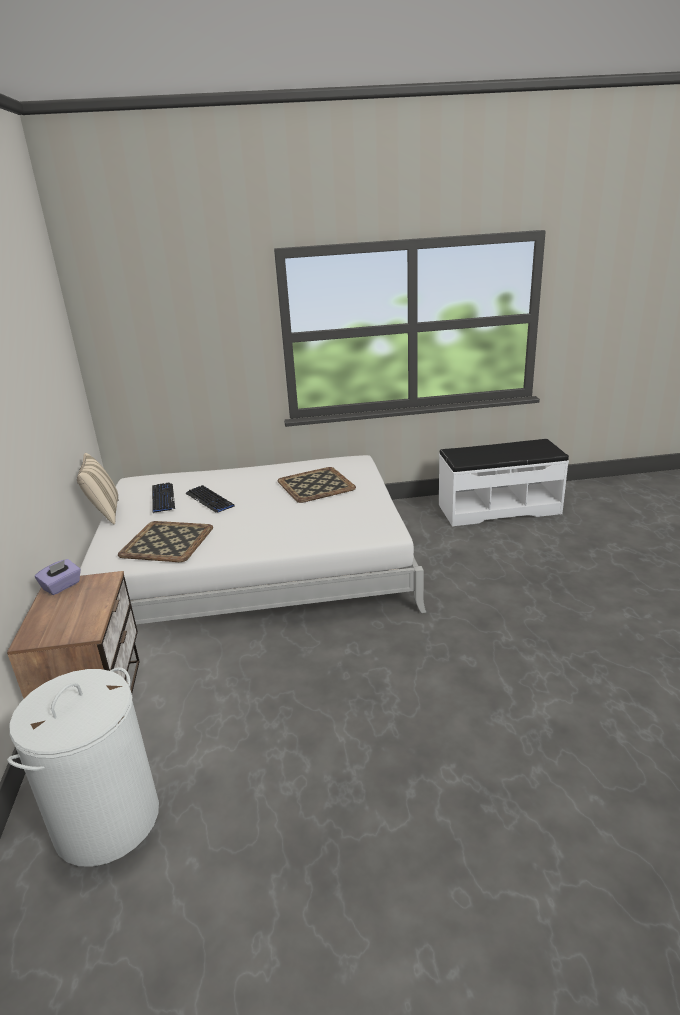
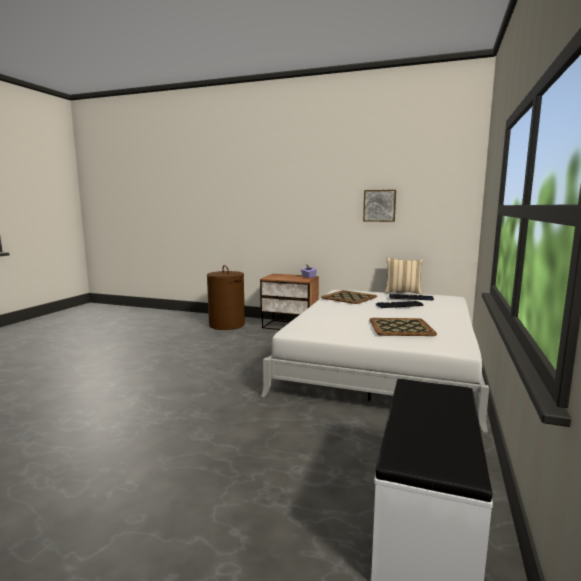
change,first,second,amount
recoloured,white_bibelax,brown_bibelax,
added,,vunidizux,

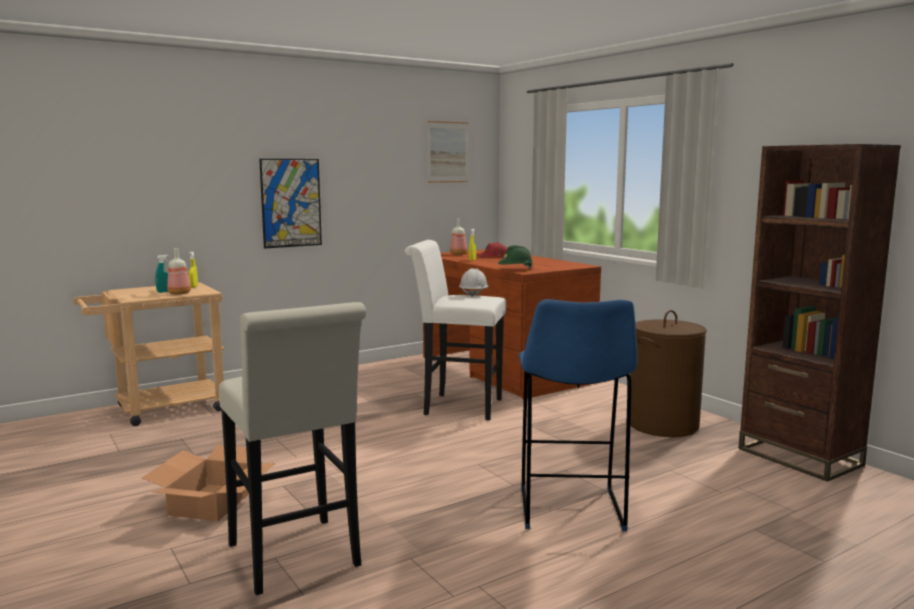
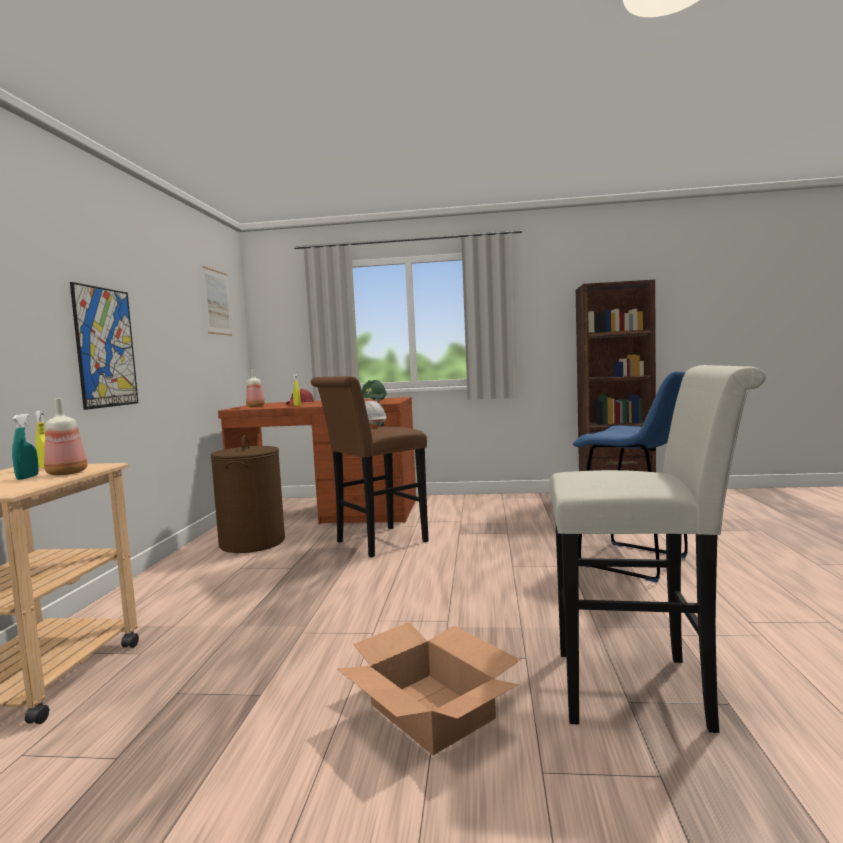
change,first,second,amount
recoloured,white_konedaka (2nd from left),brown_konedaka,
moved,brown_bibelax,,

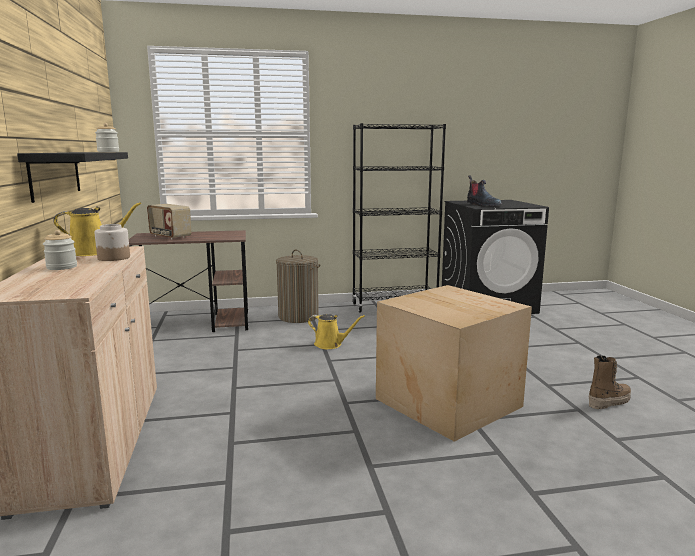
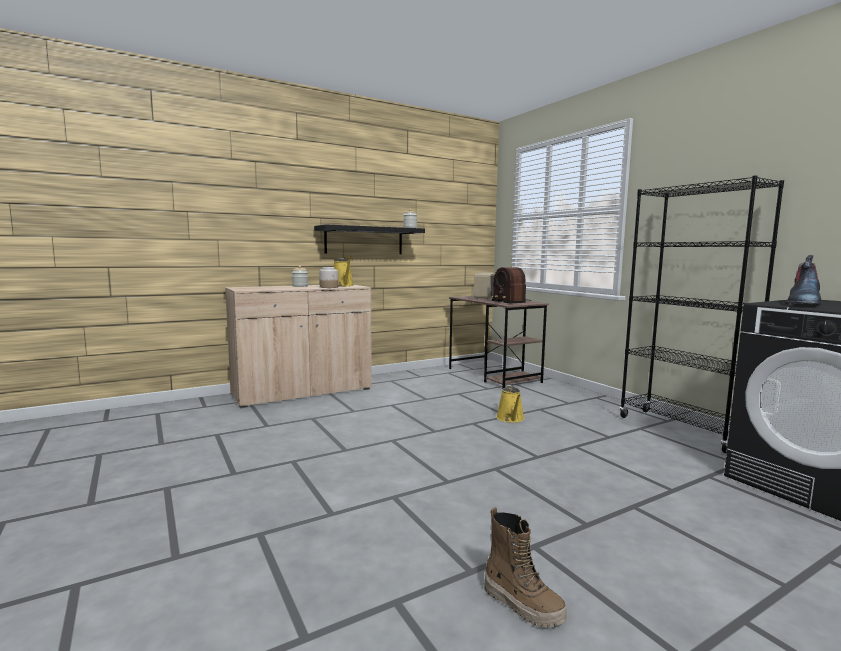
change,first,second,amount
removed,bibelax,,
removed,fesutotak,,
added,,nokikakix (2nd from left),

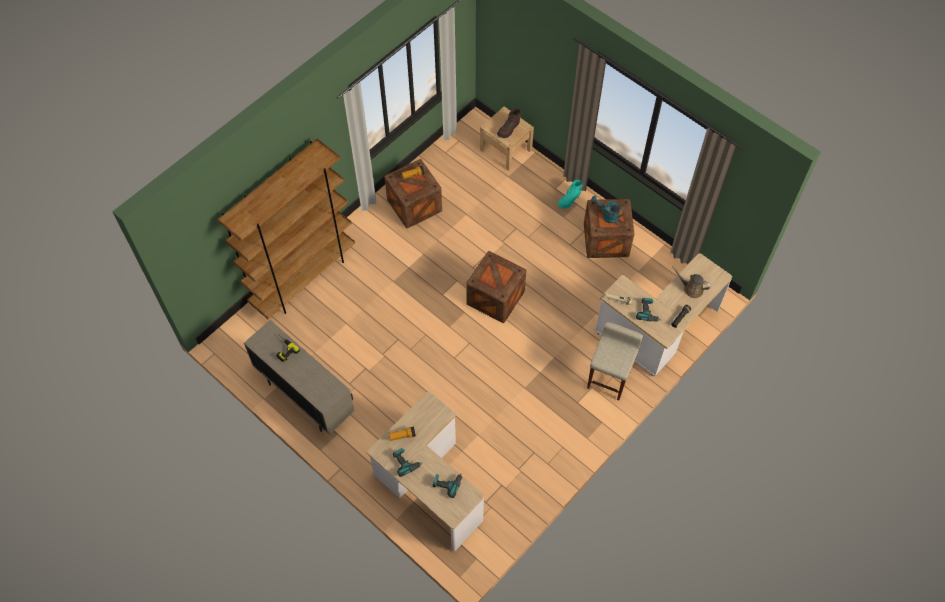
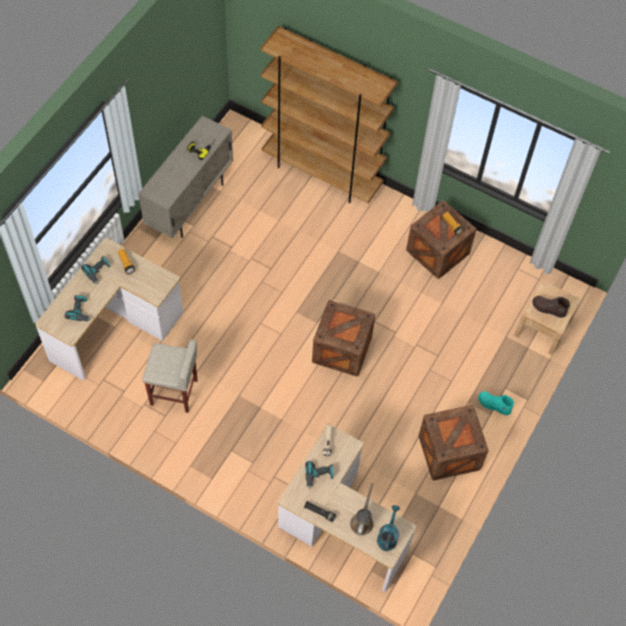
change,first,second,amount
moved,beige_konedaka,,
moved,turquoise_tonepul,,

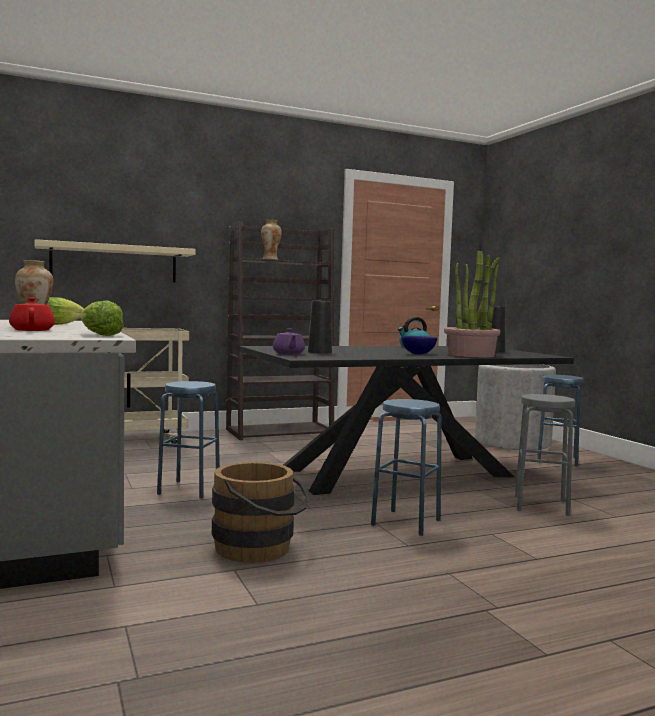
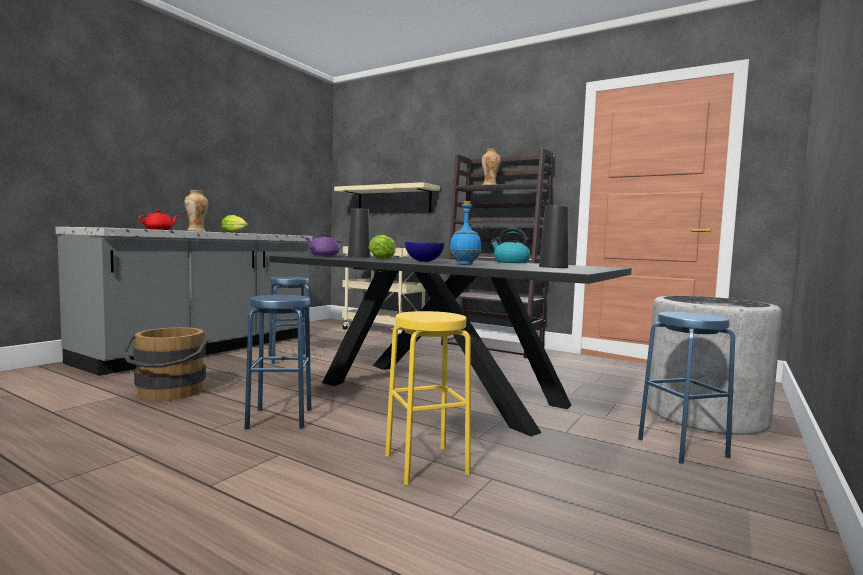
change,first,second,amount
moved,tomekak (2nd from left),,
replaced,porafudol,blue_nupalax,
recoloured,grey_konedaka,yellow_konedaka,

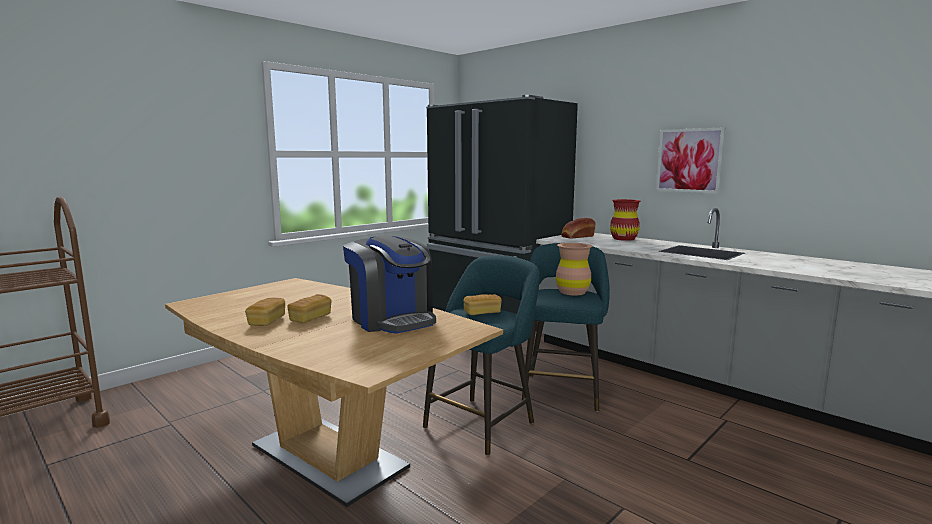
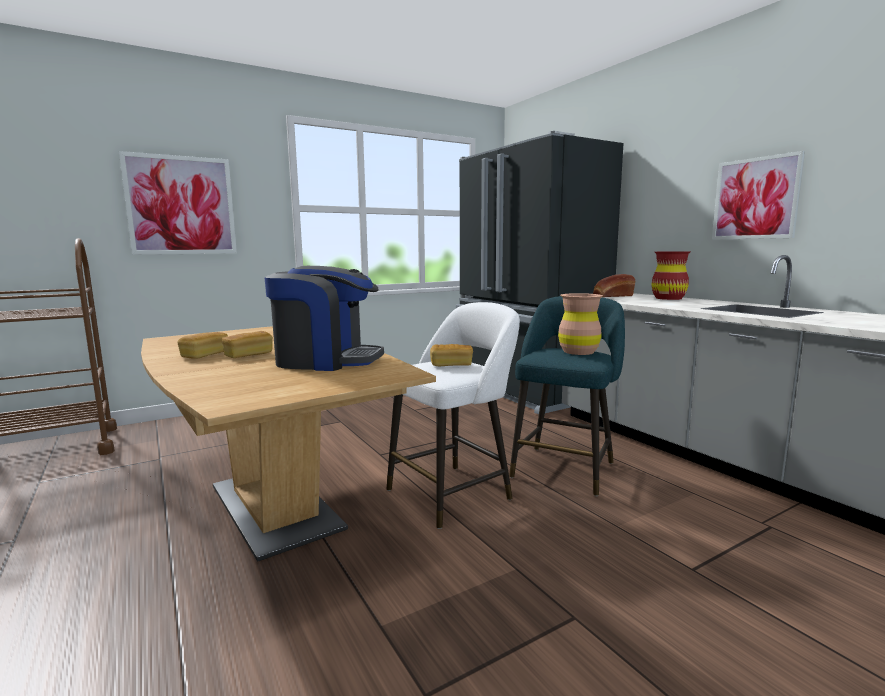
change,first,second,amount
turned,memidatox,,60 degrees counterclockwise
recoloured,turquoise_konedaka (1st from left),white_konedaka,
added,,vunidizux (1st from left),

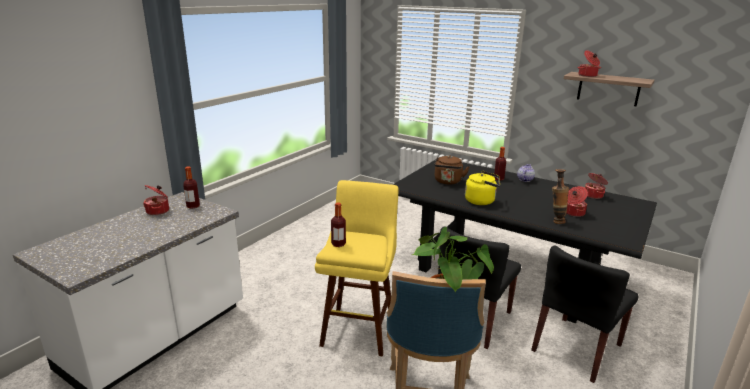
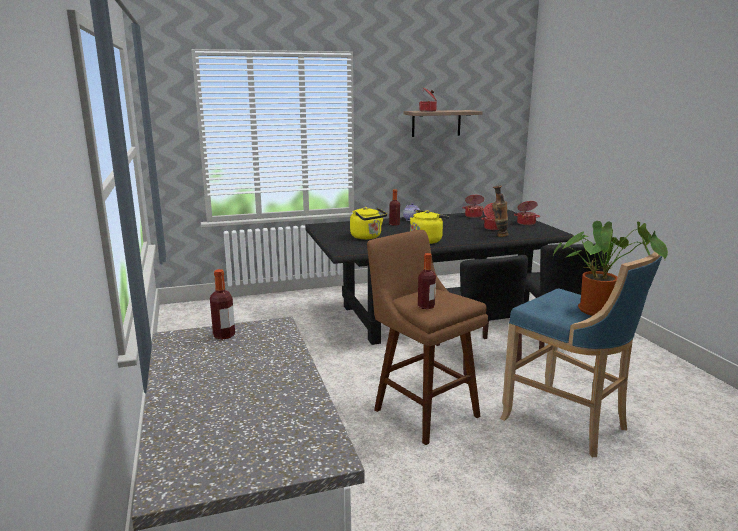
change,first,second,amount
moved,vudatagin (1st from left in the first image),vudatagin (4th from left),
recoloured,yellow_konedaka,brown_konedaka,
recoloured,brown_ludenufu,yellow_ludenufu (1st from left),

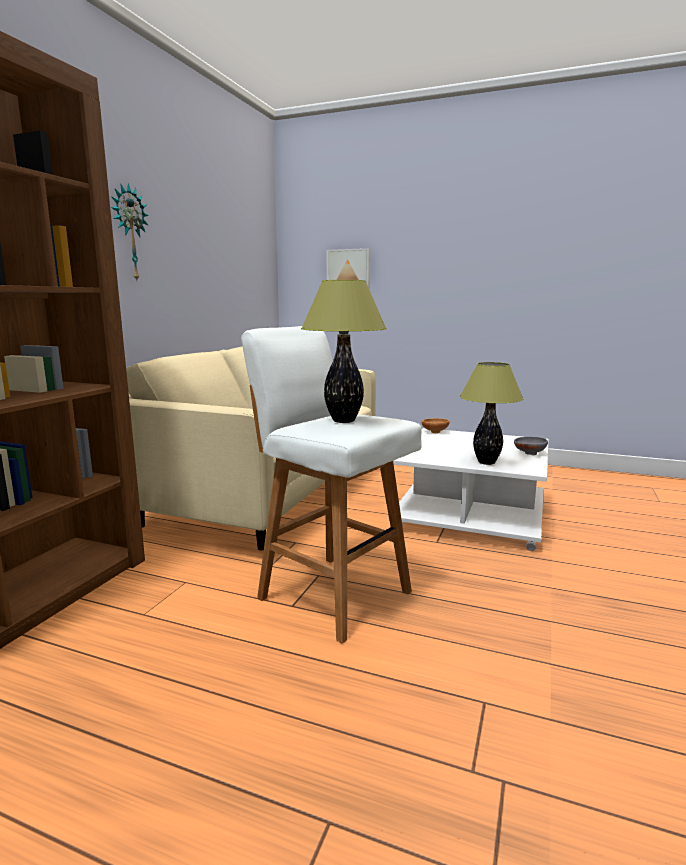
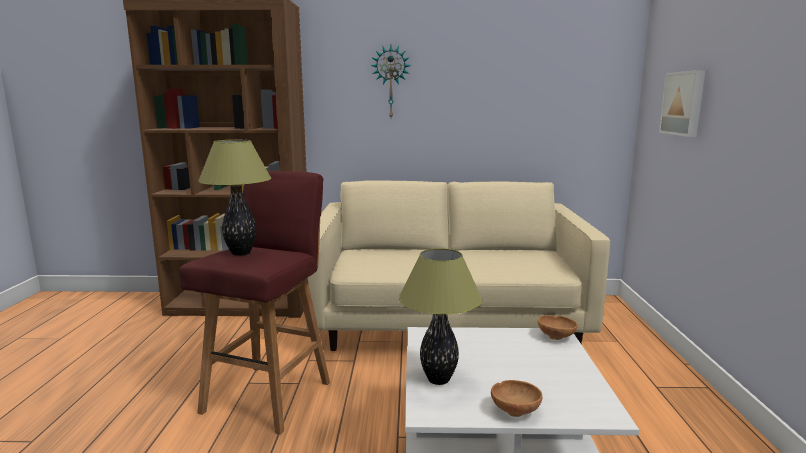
change,first,second,amount
recoloured,white_konedaka,red_konedaka,
recoloured,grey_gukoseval,brown_gukoseval (1st from left),

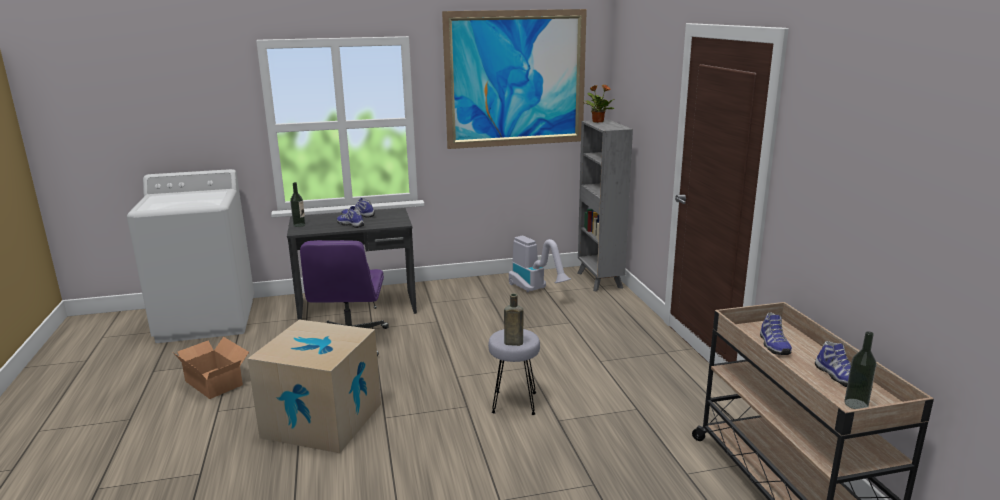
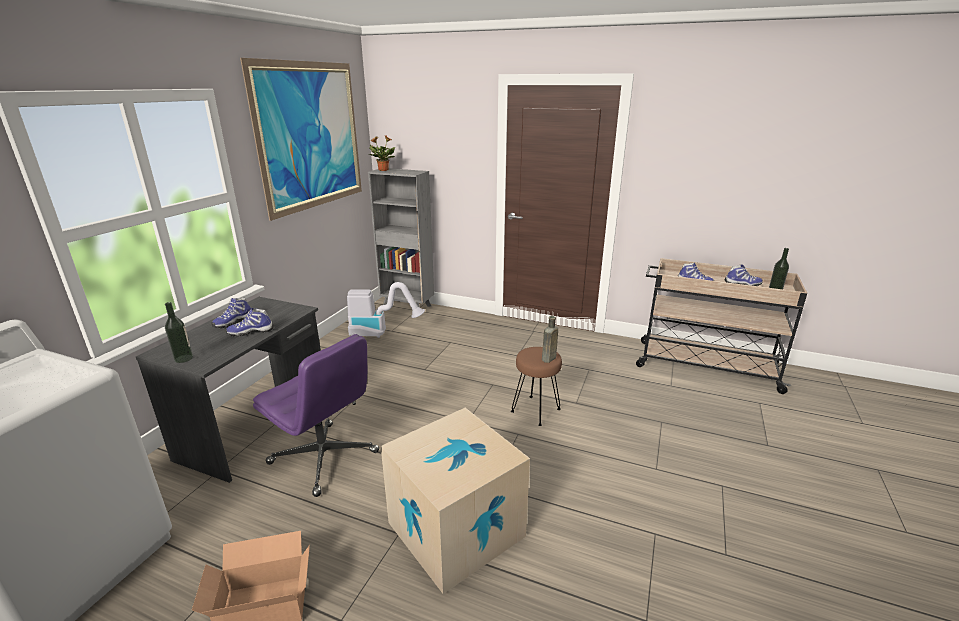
change,first,second,amount
recoloured,grey_konedaka,brown_konedaka,

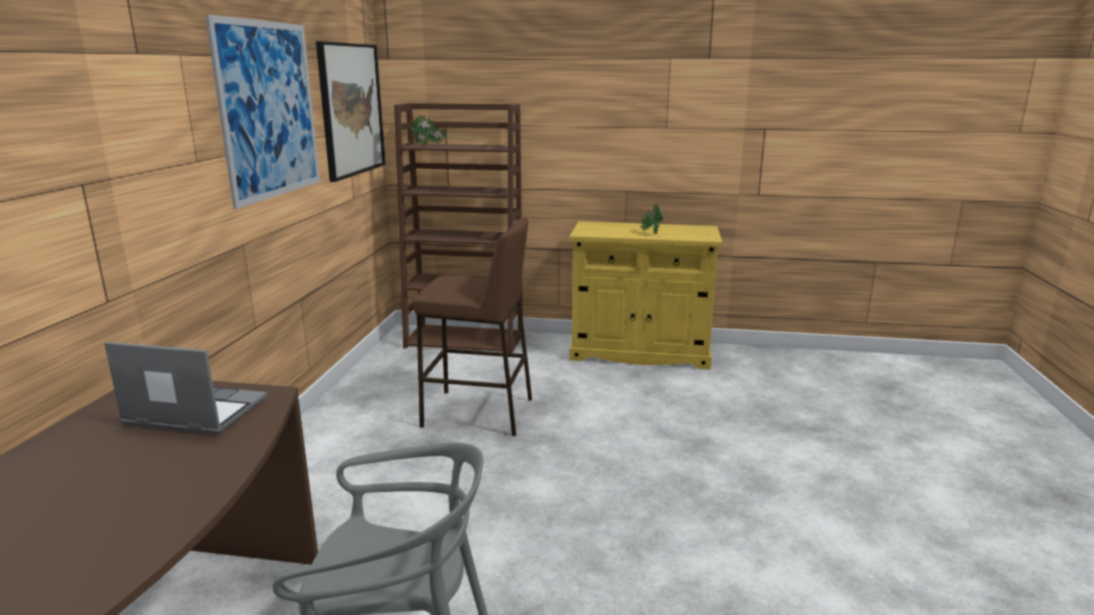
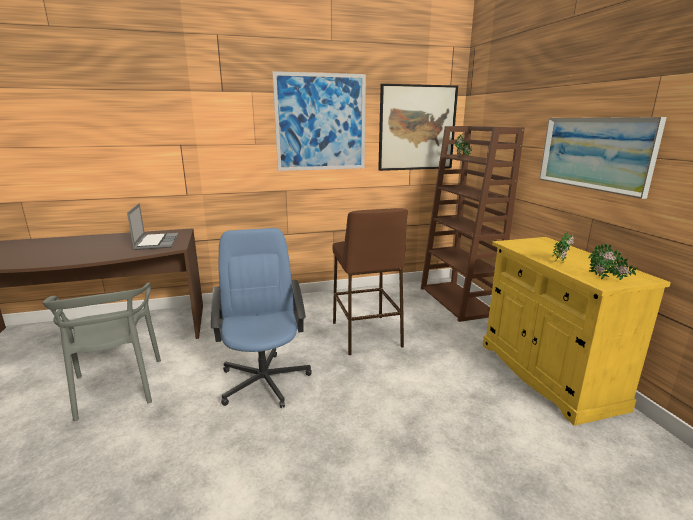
change,first,second,amount
added,,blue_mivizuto,
added,,vunidizux (3rd from left),
added,,porafudol (3rd from left),

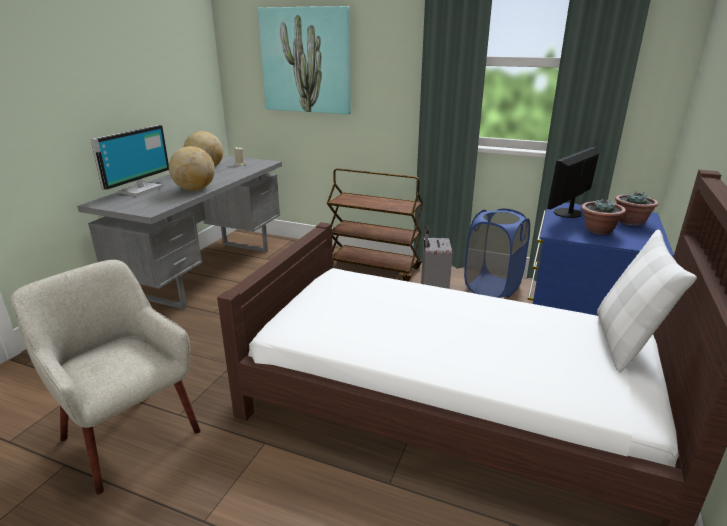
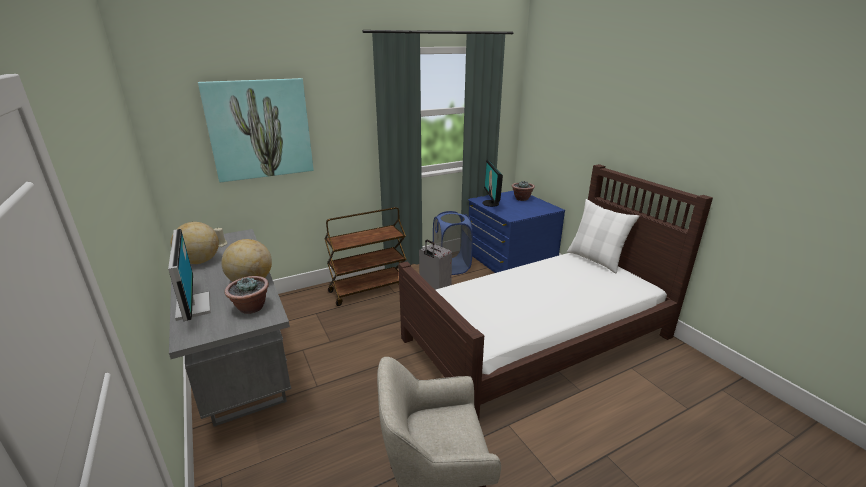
change,first,second,amount
moved,porafudol (1st from left),,

